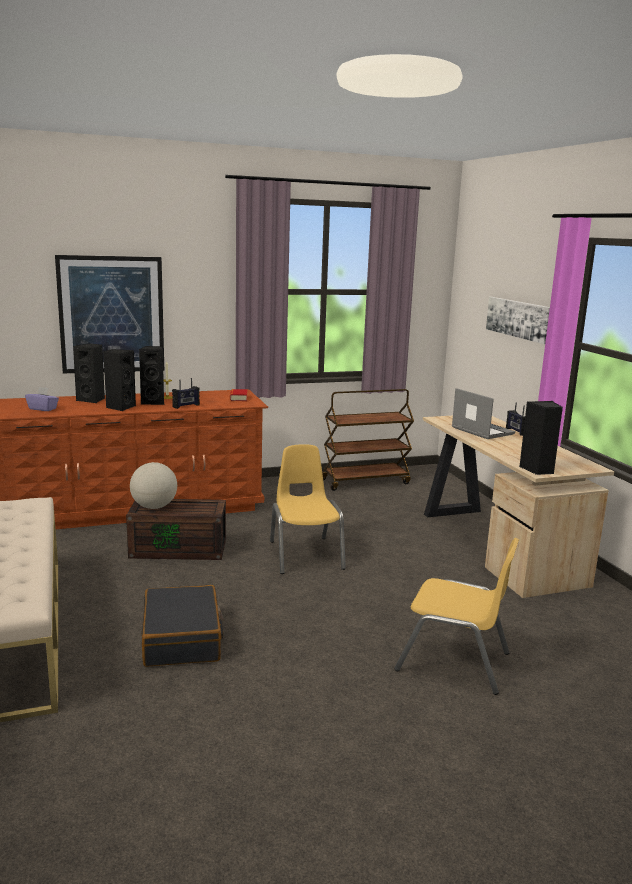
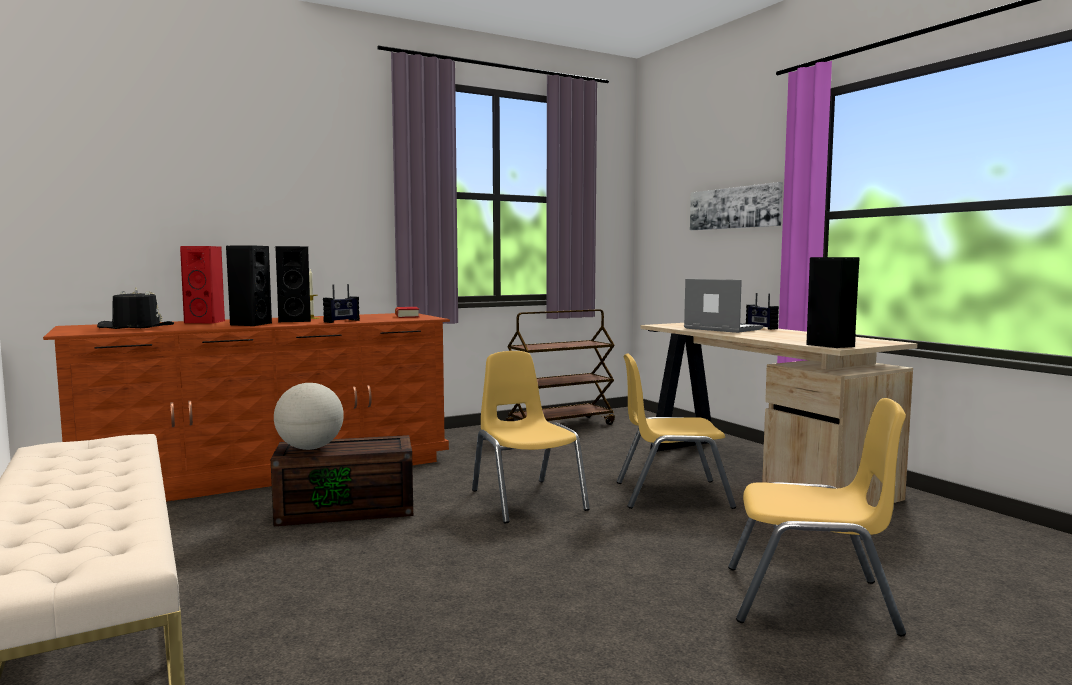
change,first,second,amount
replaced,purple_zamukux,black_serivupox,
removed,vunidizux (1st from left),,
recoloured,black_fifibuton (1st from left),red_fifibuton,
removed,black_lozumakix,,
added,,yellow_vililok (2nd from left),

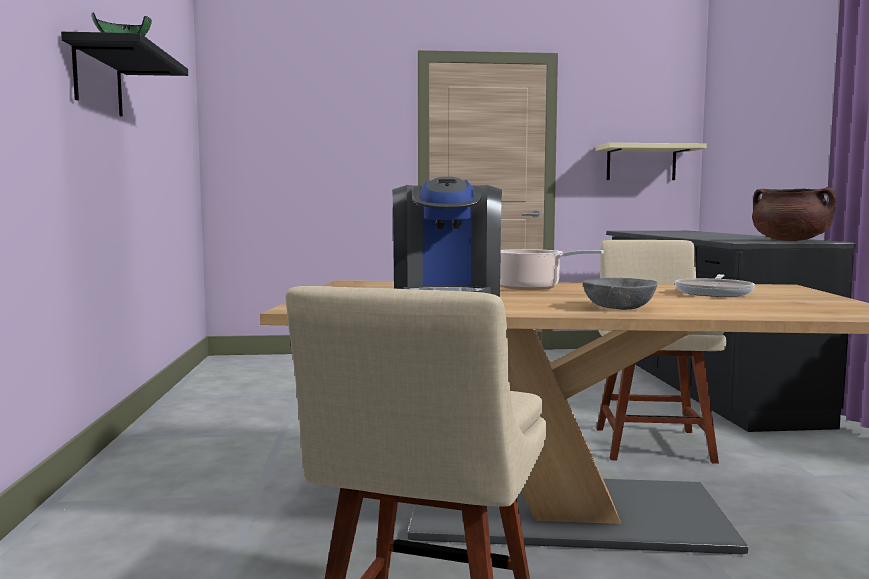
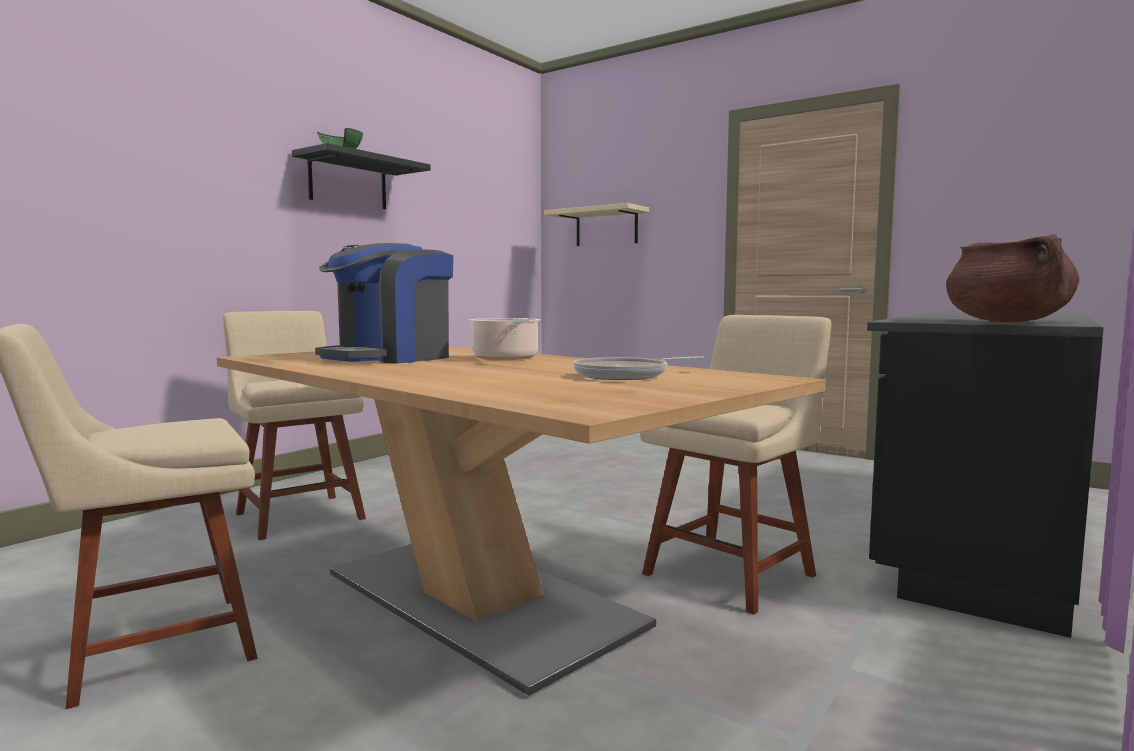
change,first,second,amount
removed,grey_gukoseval,,
moved,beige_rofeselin,,
added,,beige_vililok (2nd from left),

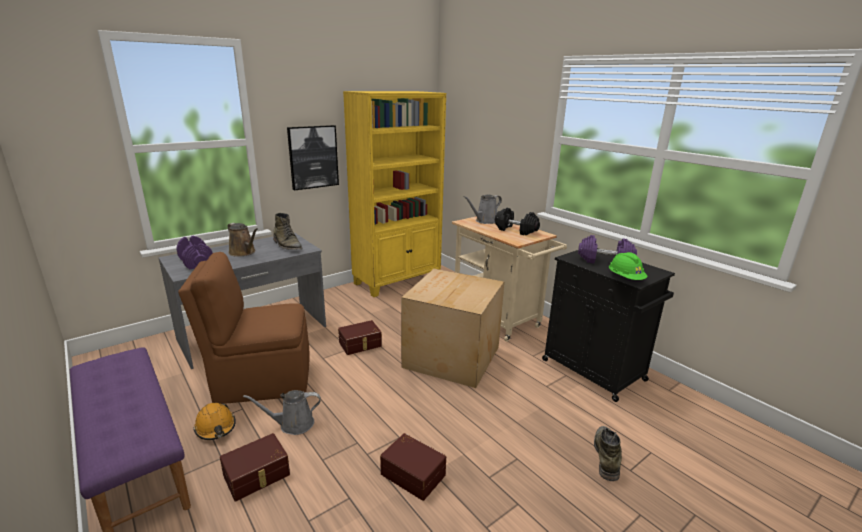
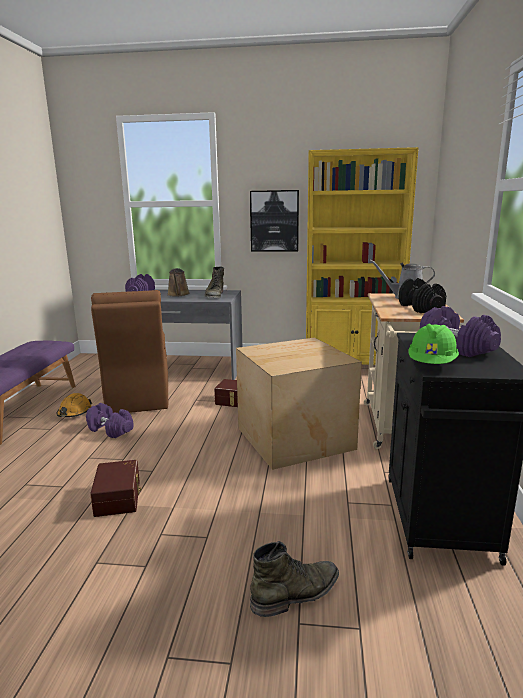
change,first,second,amount
turned,brown_vililok,,135 degrees counterclockwise
removed,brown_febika (1st from left),,
replaced,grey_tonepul (1st from left),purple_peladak (1st from left),

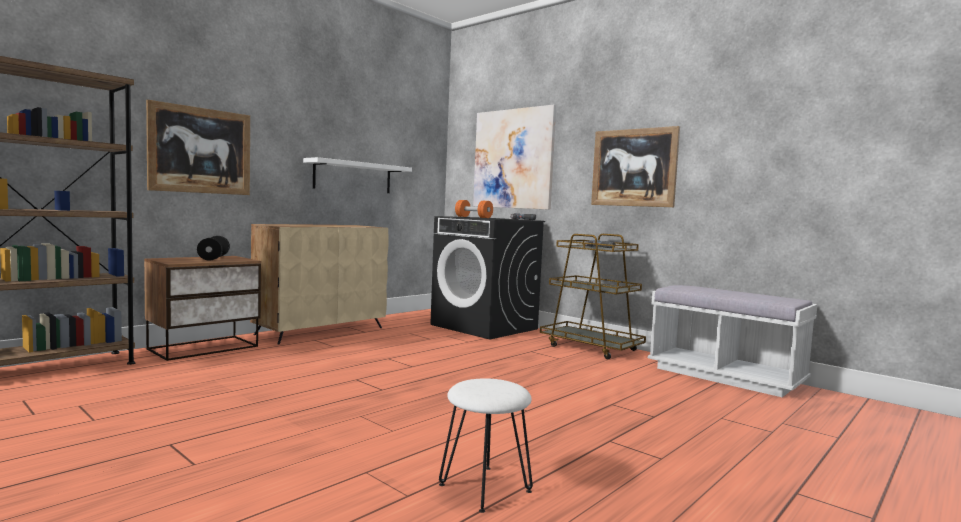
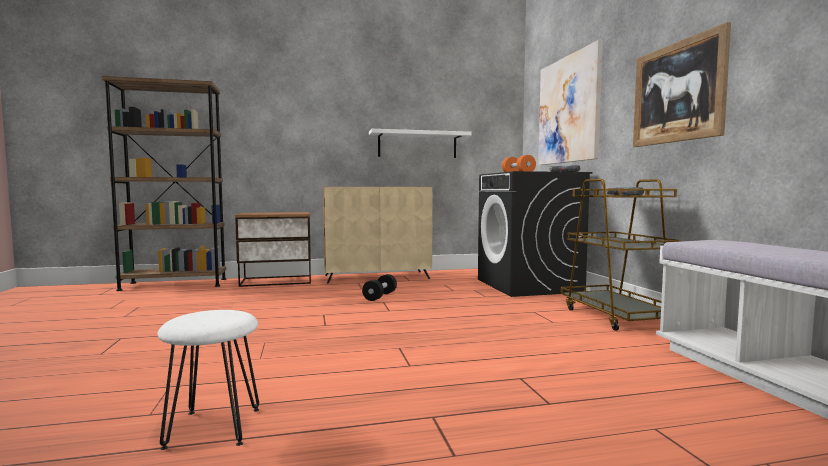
change,first,second,amount
removed,vunidizux (1st from left),,
moved,black_peladak,,

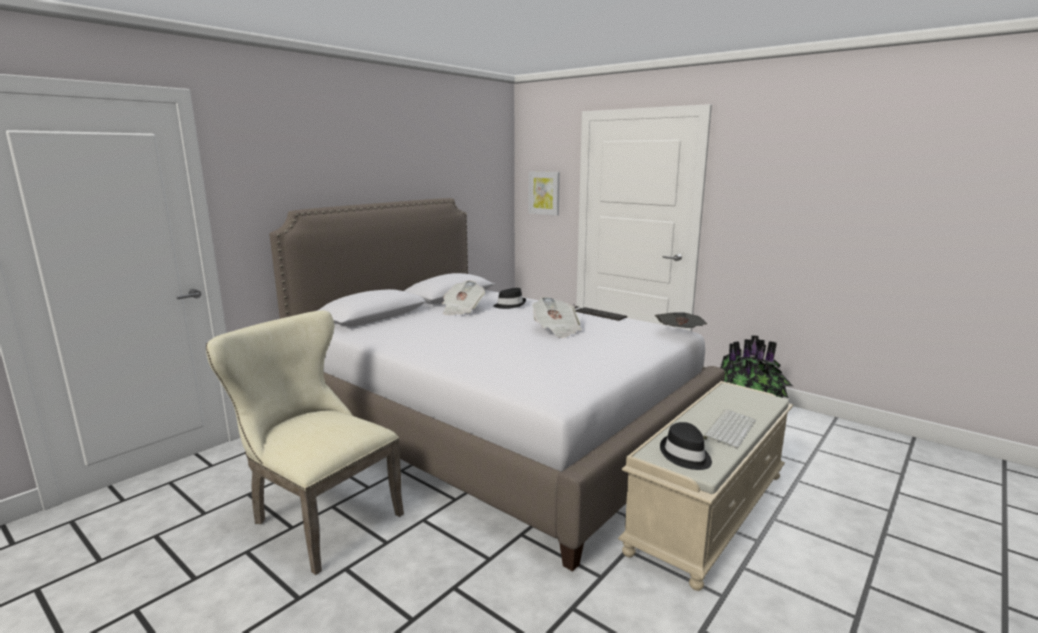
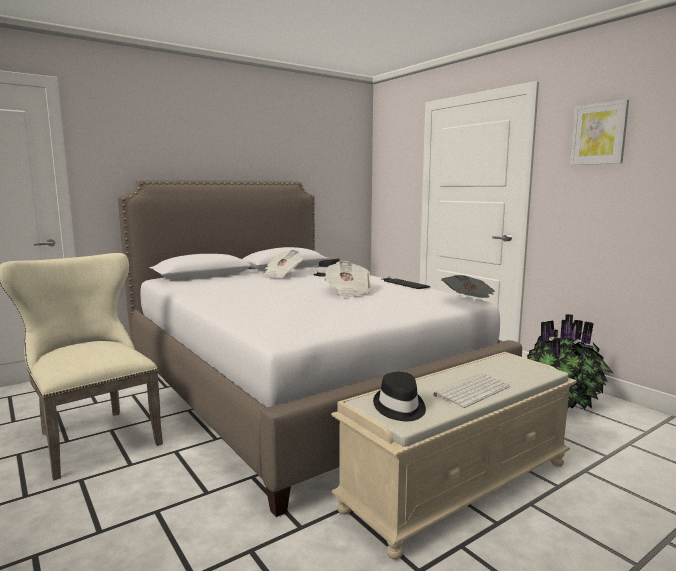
change,first,second,amount
moved,vunidizux,,

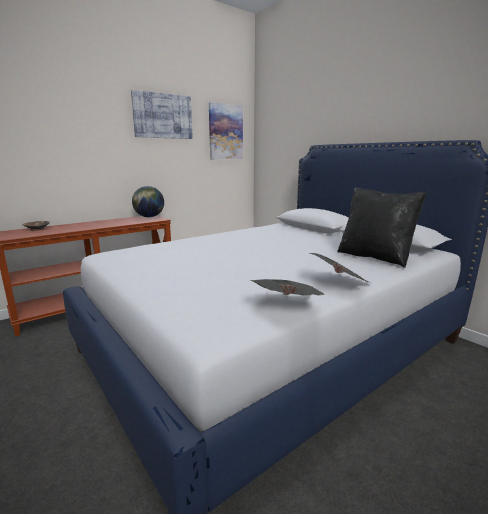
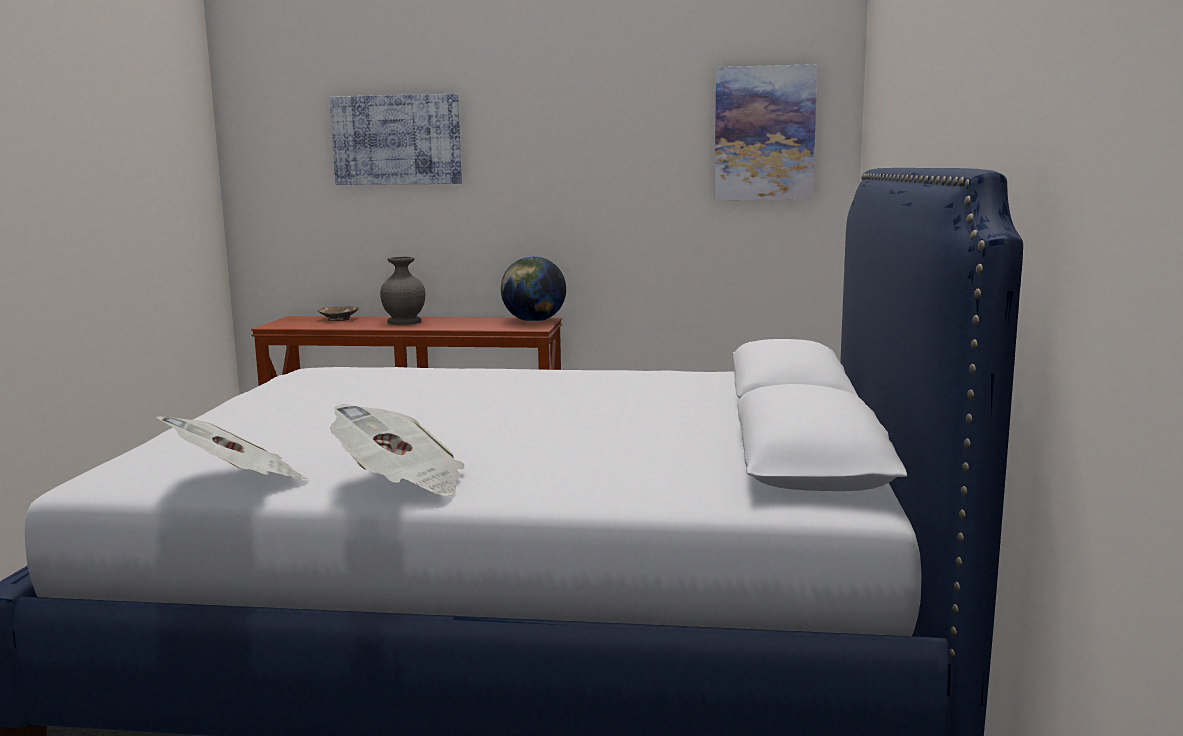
change,first,second,amount
moved,vunidizux (1st from left),,
removed,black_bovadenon,,
added,,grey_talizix,

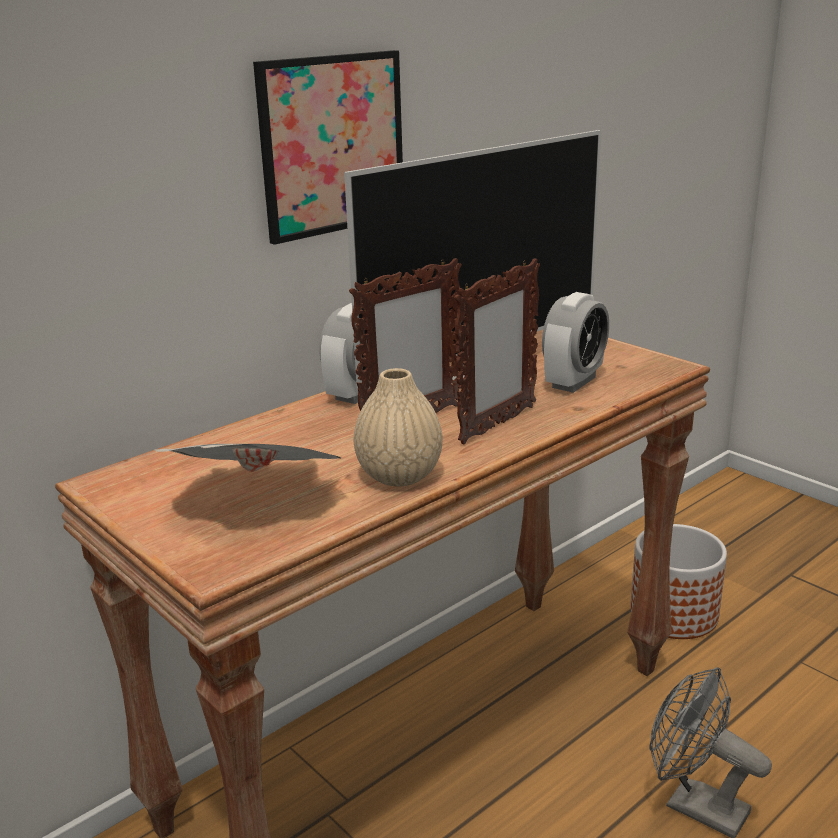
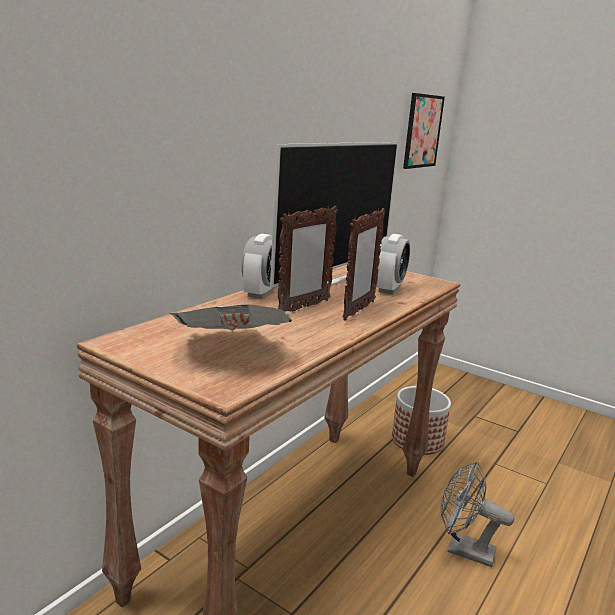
change,first,second,amount
moved,vunidizux,,
removed,beige_talizix,,

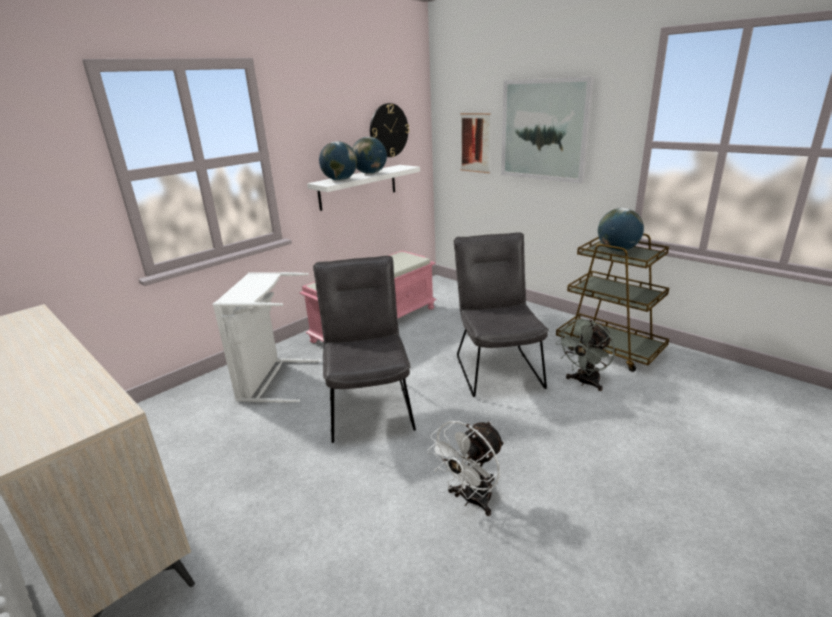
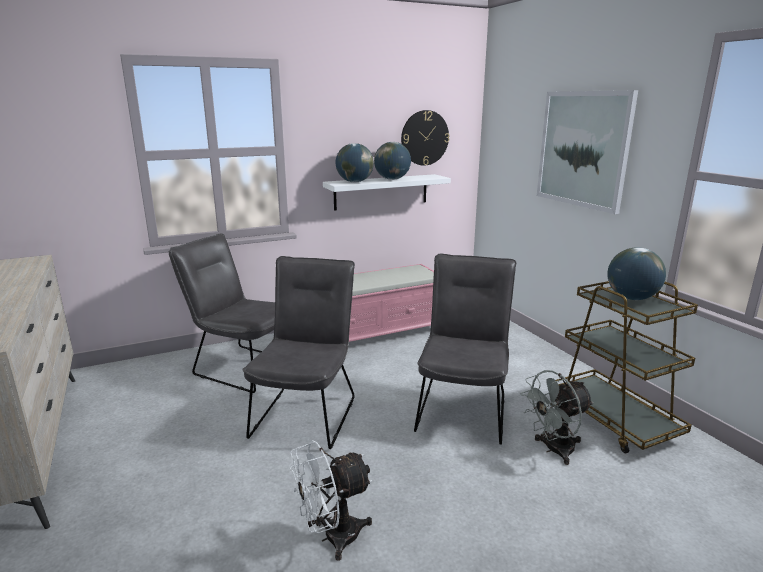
change,first,second,amount
replaced,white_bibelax,grey_vililok (1st from left),
removed,vunidizux (1st from left),,

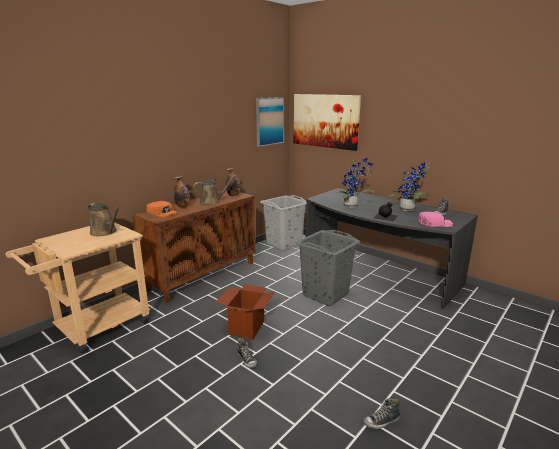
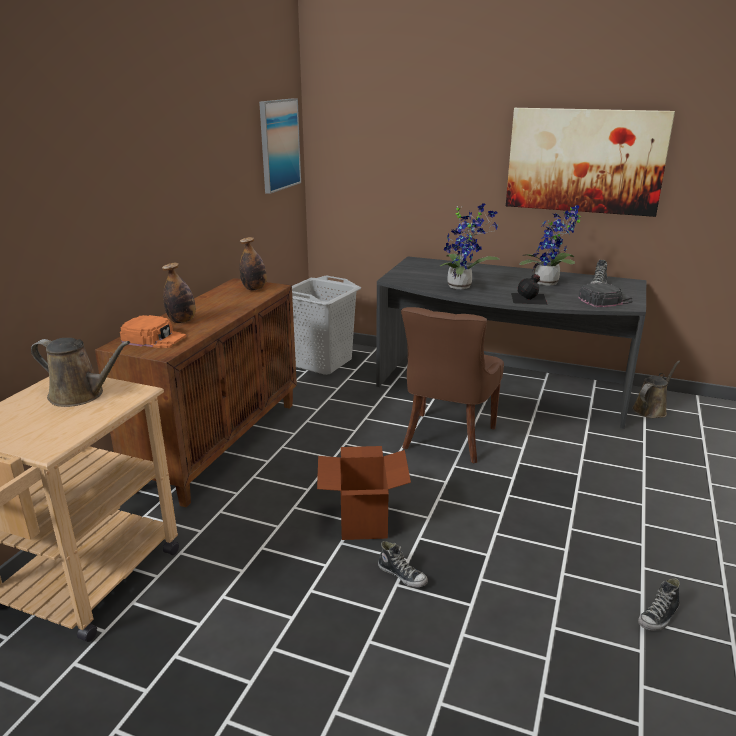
change,first,second,amount
moved,brown_tonepul (2nd from left),,
moved,vunidizux (2nd from left),,
replaced,grey_bibelax (2nd from left),brown_vililok,
recoloured,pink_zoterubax,black_zoterubax,

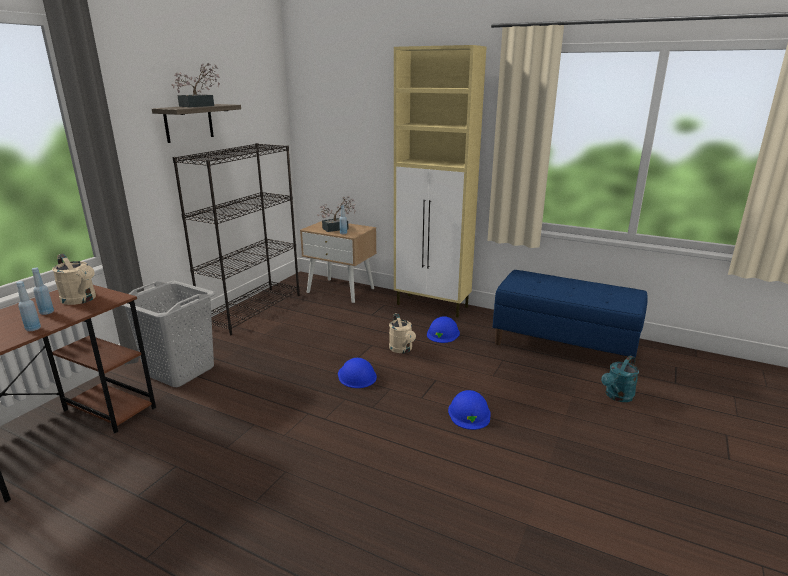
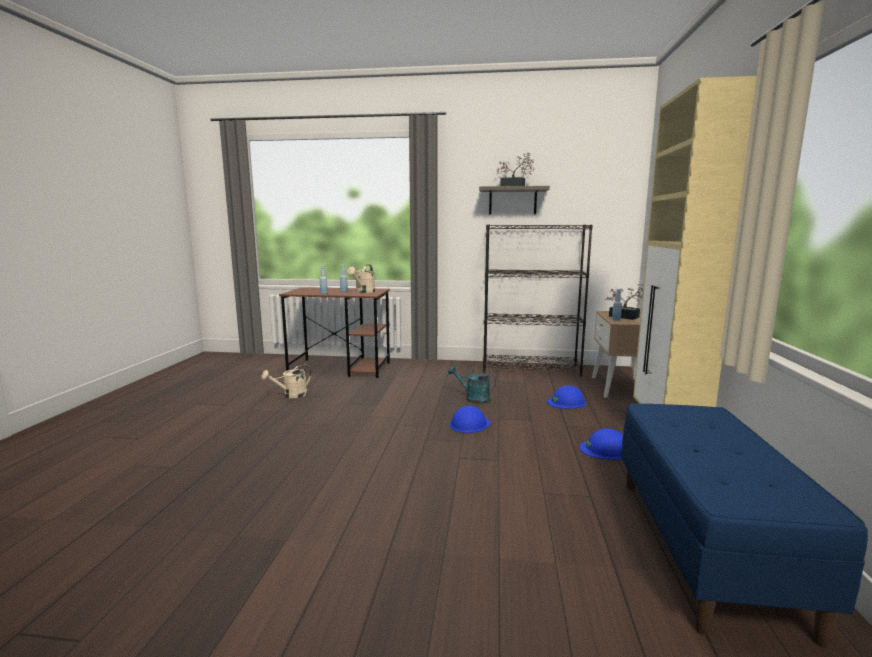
change,first,second,amount
removed,grey_bibelax,,
moved,beige_tonepul (2nd from left in the first image),beige_tonepul (1st from left),
moved,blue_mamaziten (3rd from left in the first image),blue_mamaziten (2nd from left),
moved,turquoise_tonepul,,

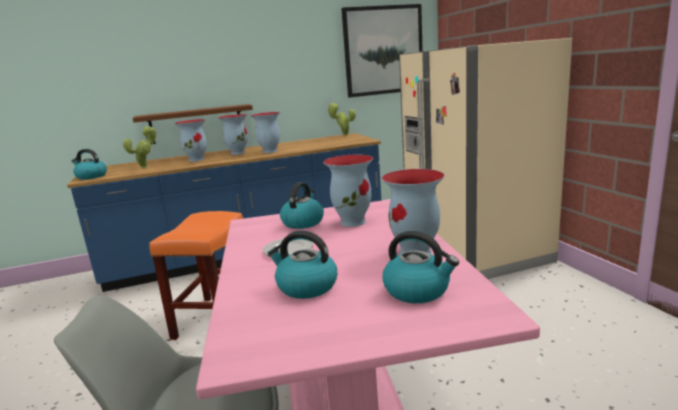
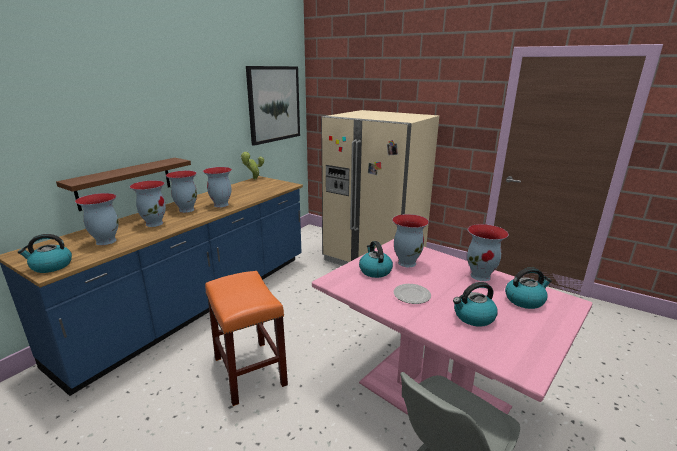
change,first,second,amount
replaced,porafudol (1st from left),talizix (1st from left),

